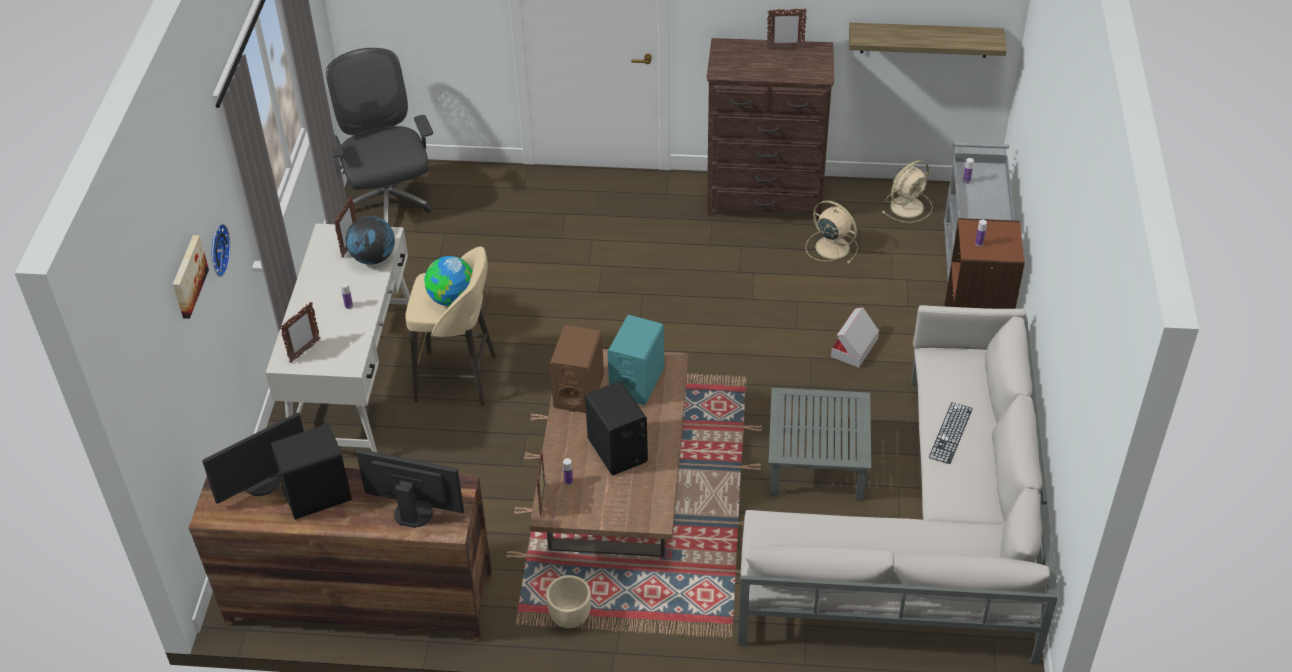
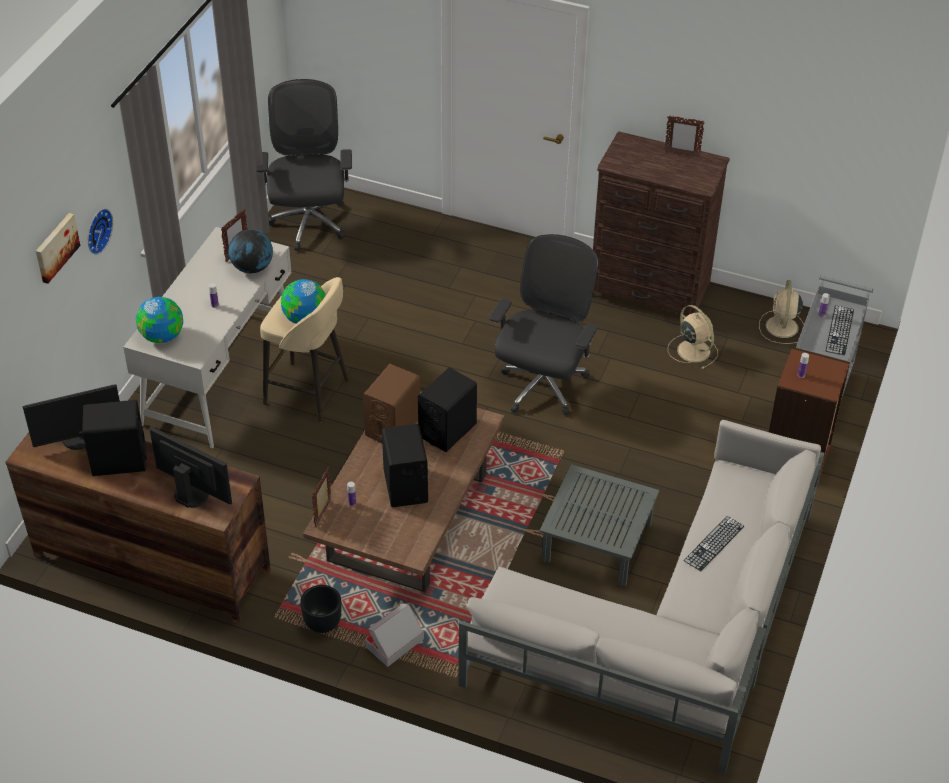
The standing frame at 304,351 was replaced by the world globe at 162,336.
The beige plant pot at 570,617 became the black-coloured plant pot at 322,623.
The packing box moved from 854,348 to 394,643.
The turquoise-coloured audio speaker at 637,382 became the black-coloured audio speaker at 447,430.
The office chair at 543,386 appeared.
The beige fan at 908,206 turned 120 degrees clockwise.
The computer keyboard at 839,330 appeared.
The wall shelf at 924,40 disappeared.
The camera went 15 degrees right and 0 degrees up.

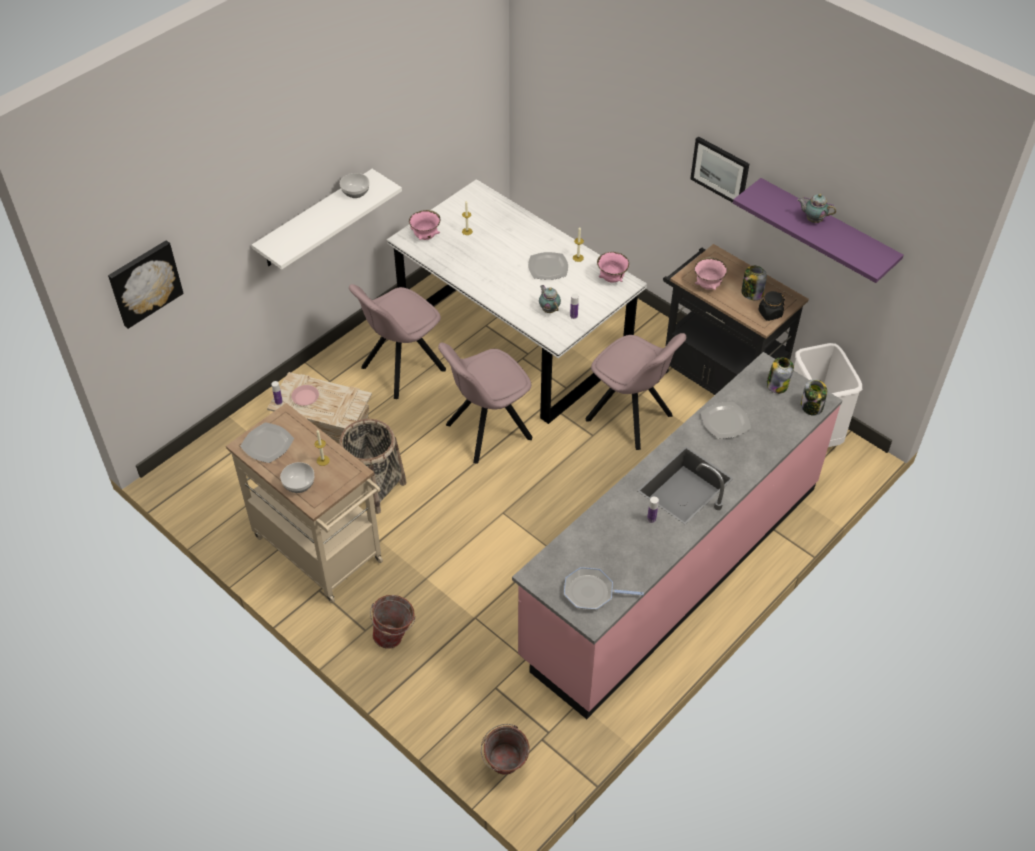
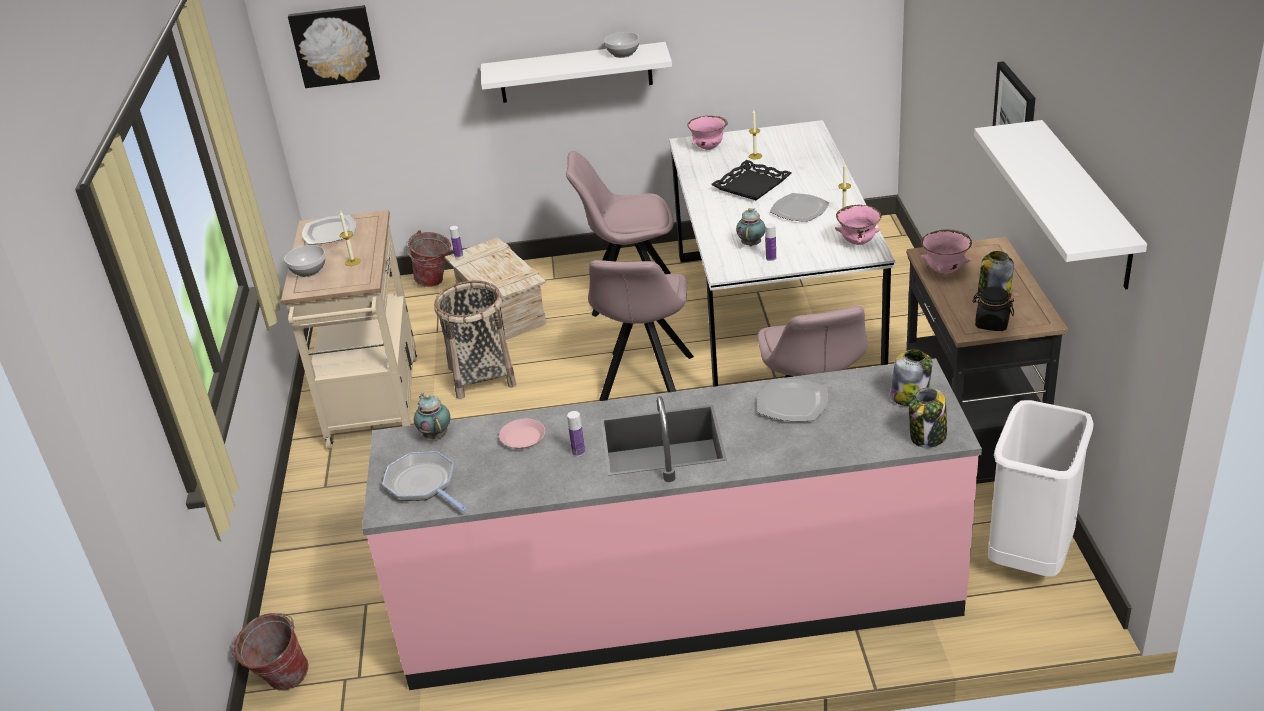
The water bucket moved from 395,636 to 435,282.
The teapot moved from 812,219 to 435,434.
The pink-coloured plate moved from 305,397 to 522,437.
The pink-coloured plain chair at 487,431 turned 90 degrees counterclockwise.
The black-coloured tray at 752,185 appeared.
The purple wall shelf at 826,230 became the white wall shelf at 1087,204.
The camera went 45 degrees right and 15 degrees down.

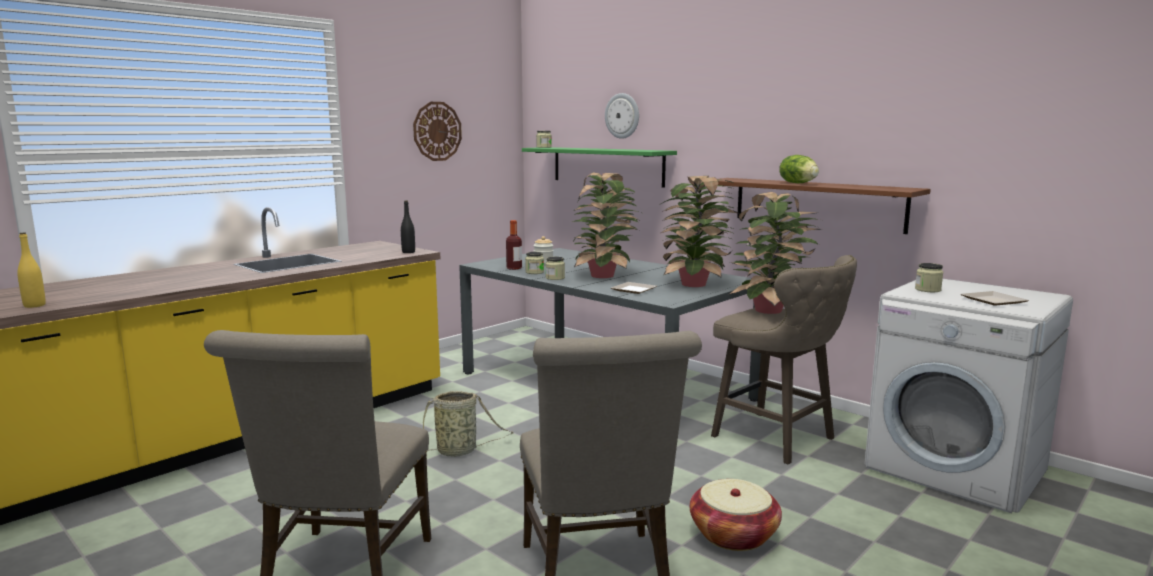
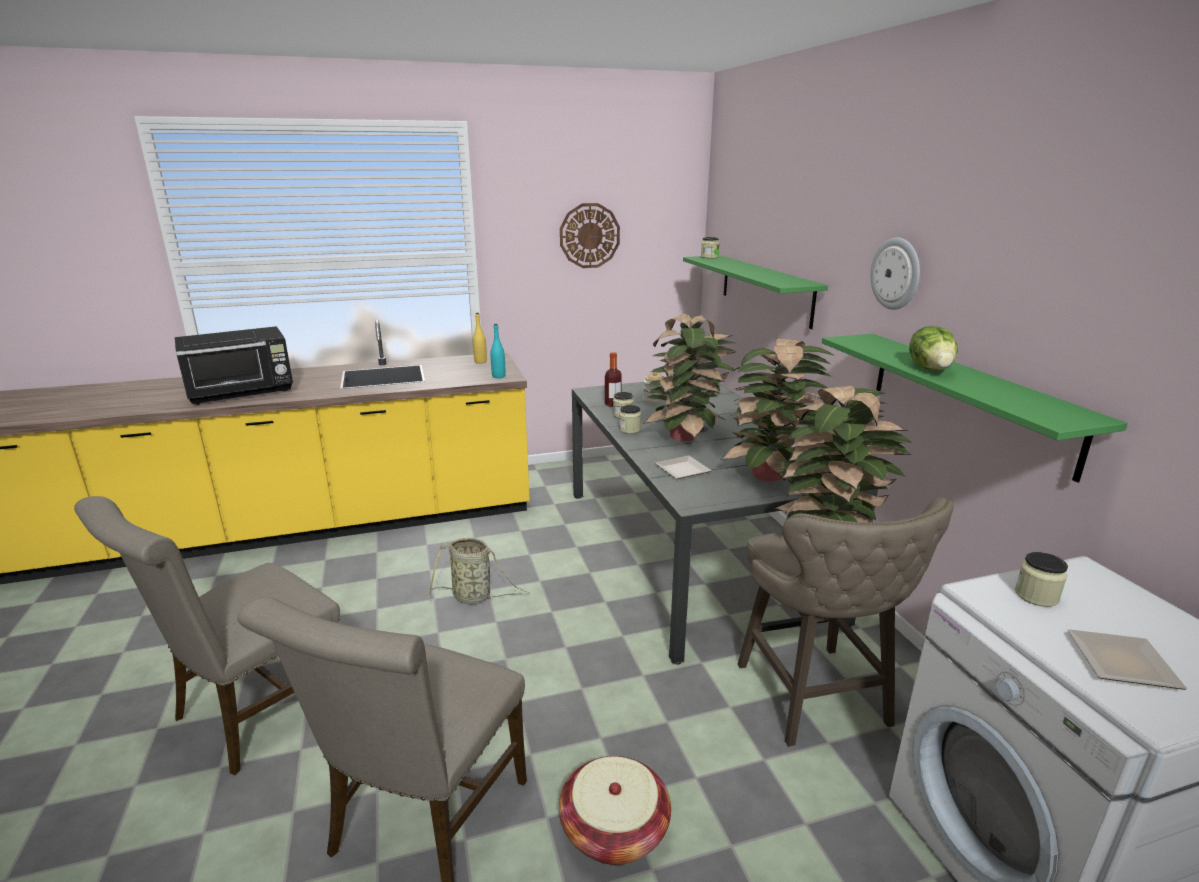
The black-coloured microwave oven at 242,392 appeared.
The yellow bottle moved from 34,305 to 480,362.
The black-coloured bottle at 408,252 became the turquoise-coloured bottle at 498,376.
The brown wall shelf at 817,204 became the green-coloured wall shelf at 968,399.
The wall clock moved from 622,116 to 896,273.
The camera went 30 degrees right and 10 degrees up.

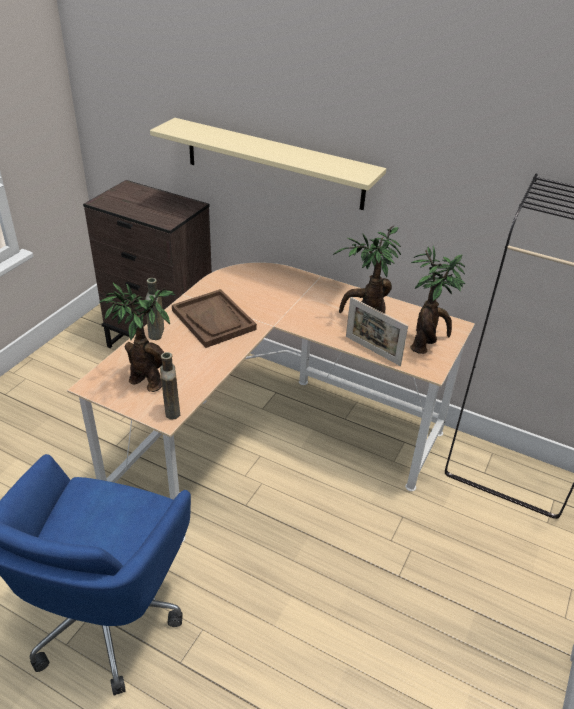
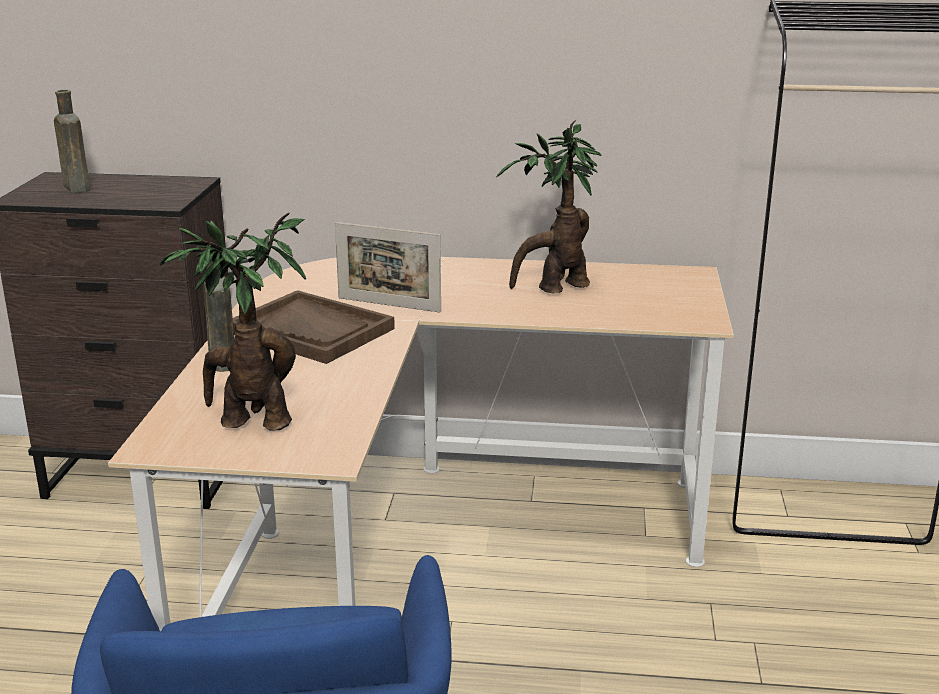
The brown bottle moved from 172,409 to 76,187.
The standing frame moved from 372,351 to 389,305.
The beige wall shelf at 273,163 disappeared.
The plant in a pot at 427,344 disappeared.
The camera went 20 degrees left and 15 degrees down.

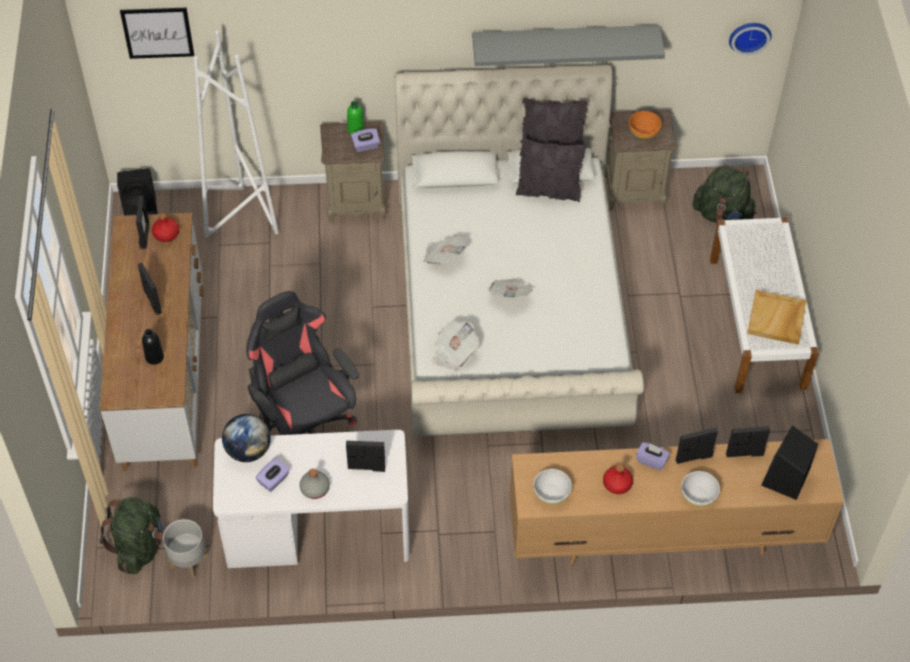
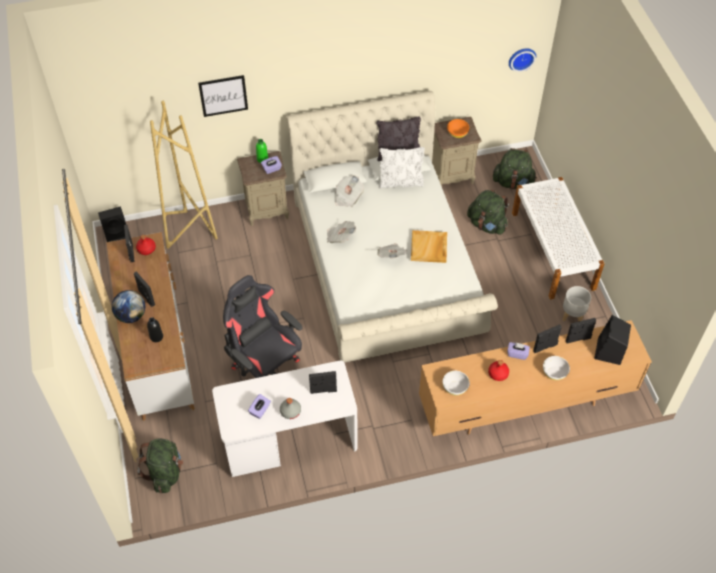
The world globe moved from 248,450 to 131,315.
The white clothes rack at 242,219 became the yellow clothes rack at 190,232.
The picture moved from 157,32 to 223,95.
The printed paper moved from 454,353 to 348,197.
The black-coloured pillow at 549,191 became the white pillow at 401,182.
The beige tray moved from 776,319 to 429,248.
The green-coloured knapsack at 487,225 appeared.
The grey plant pot moved from 189,562 to 573,315.
The grey wall shelf at 565,40 disappeared.
The camera went 10 degrees left and 0 degrees up.

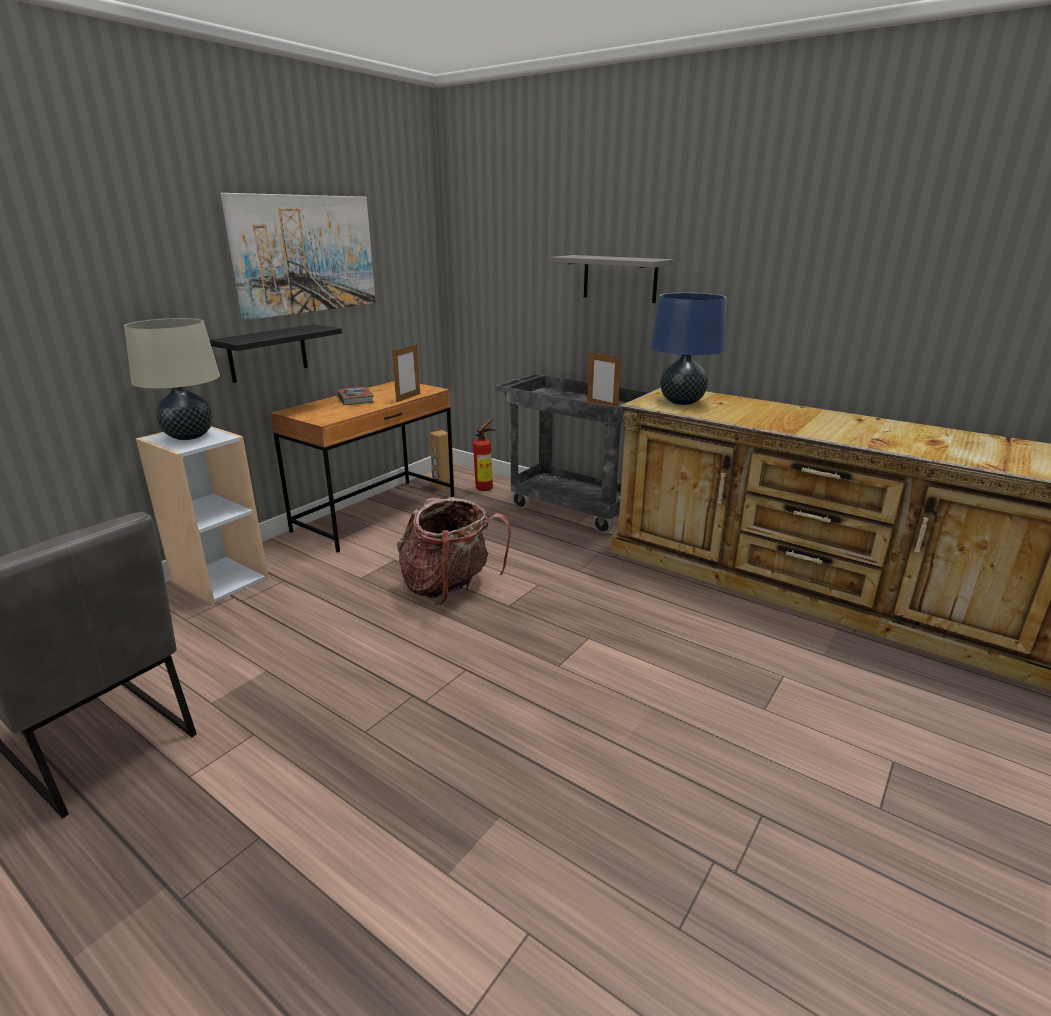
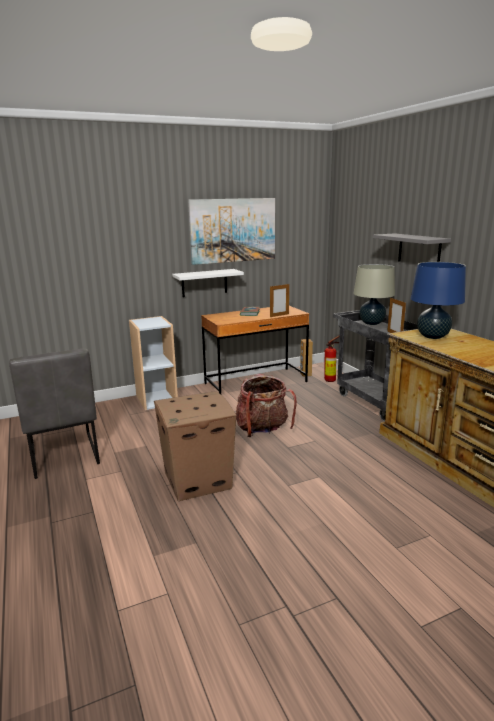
The packing box at 198,480 appeared.
The black-coloured wall shelf at 268,353 became the white wall shelf at 204,283.
The beige lamp for a table moved from 189,436 to 371,323.
The camera went 30 degrees right and 5 degrees down.

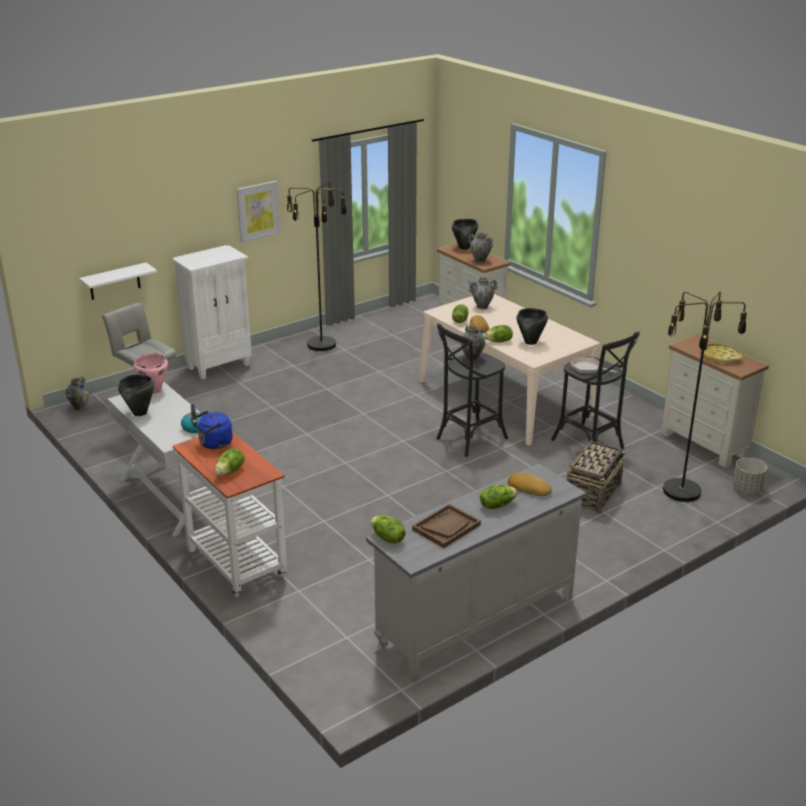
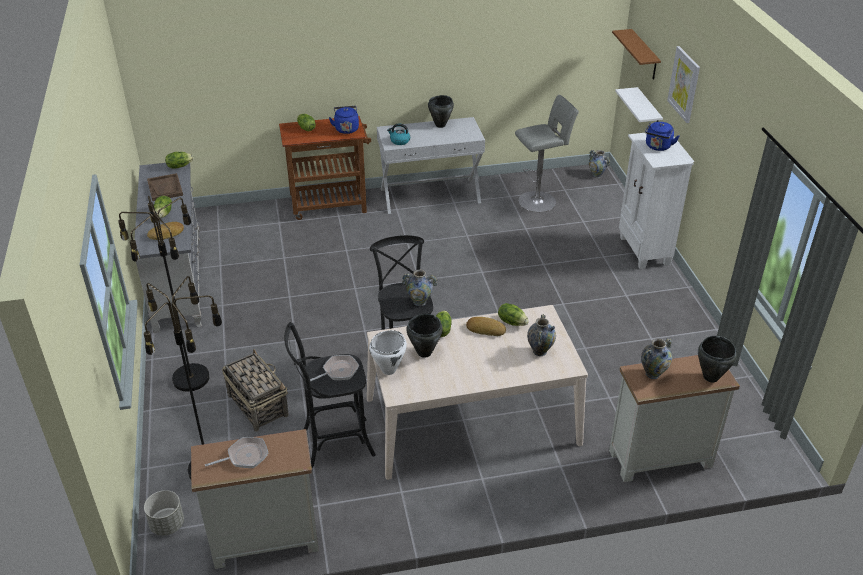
The standing lamp moved from 321,345 to 190,378.
The yellow tray at 720,356 was replaced by the skillet at 245,456.
The white cart at 235,563 became the brown cart at 330,205.
The white saucepot at 389,370 appeared.
The brown wall shelf at 644,55 appeared.
The blue-coloured water kettle at 658,147 appeared.
The picture moved from 258,211 to 684,84.
The pink-coloured saucepot at 153,391 disappeared.
The camera went 115 degrees right and 10 degrees up.

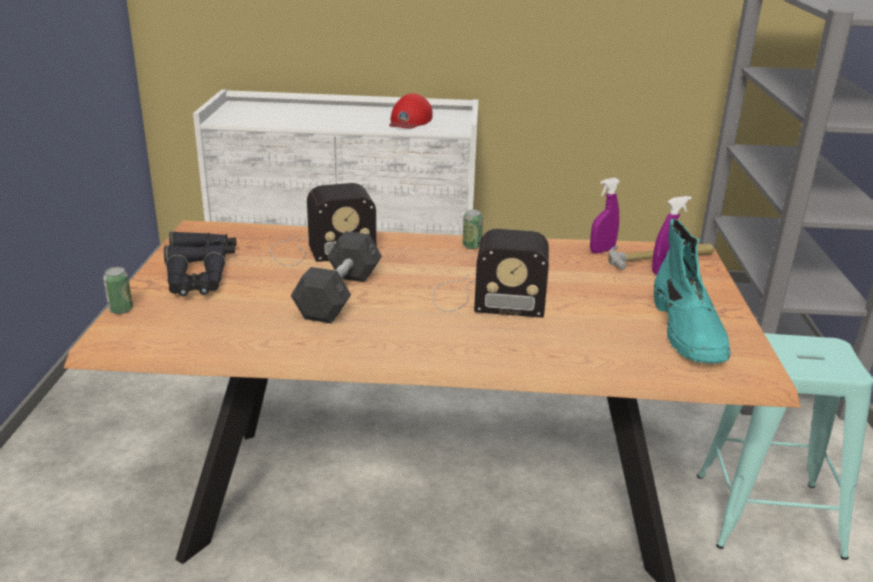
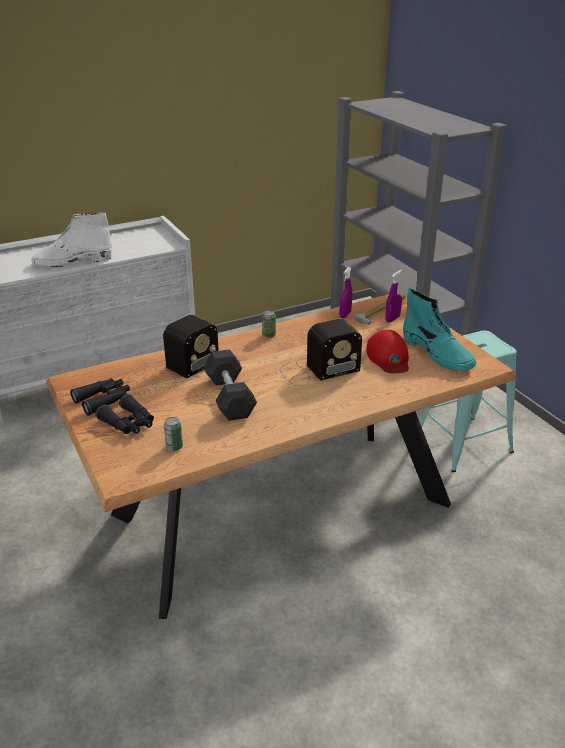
The white tall boot at 72,262 appeared.
The metal can moved from 121,310 to 174,447.
The red cap moved from 409,121 to 388,358.
The camera went 30 degrees left and 5 degrees up.

